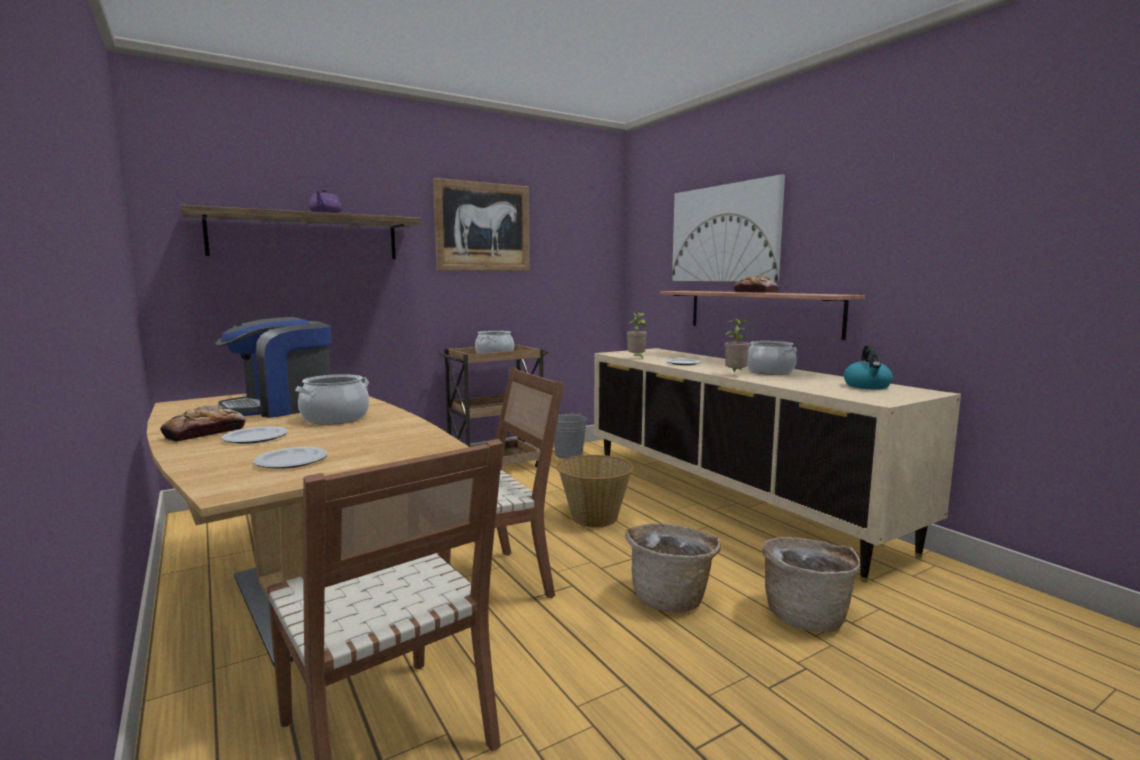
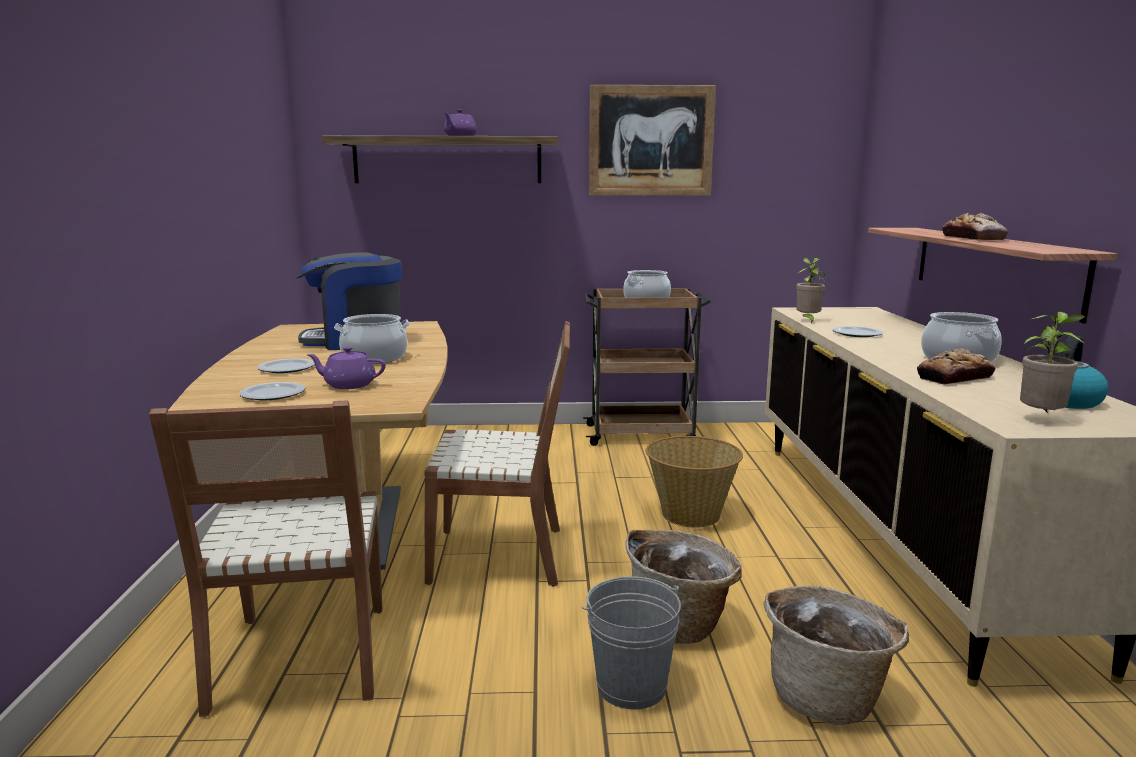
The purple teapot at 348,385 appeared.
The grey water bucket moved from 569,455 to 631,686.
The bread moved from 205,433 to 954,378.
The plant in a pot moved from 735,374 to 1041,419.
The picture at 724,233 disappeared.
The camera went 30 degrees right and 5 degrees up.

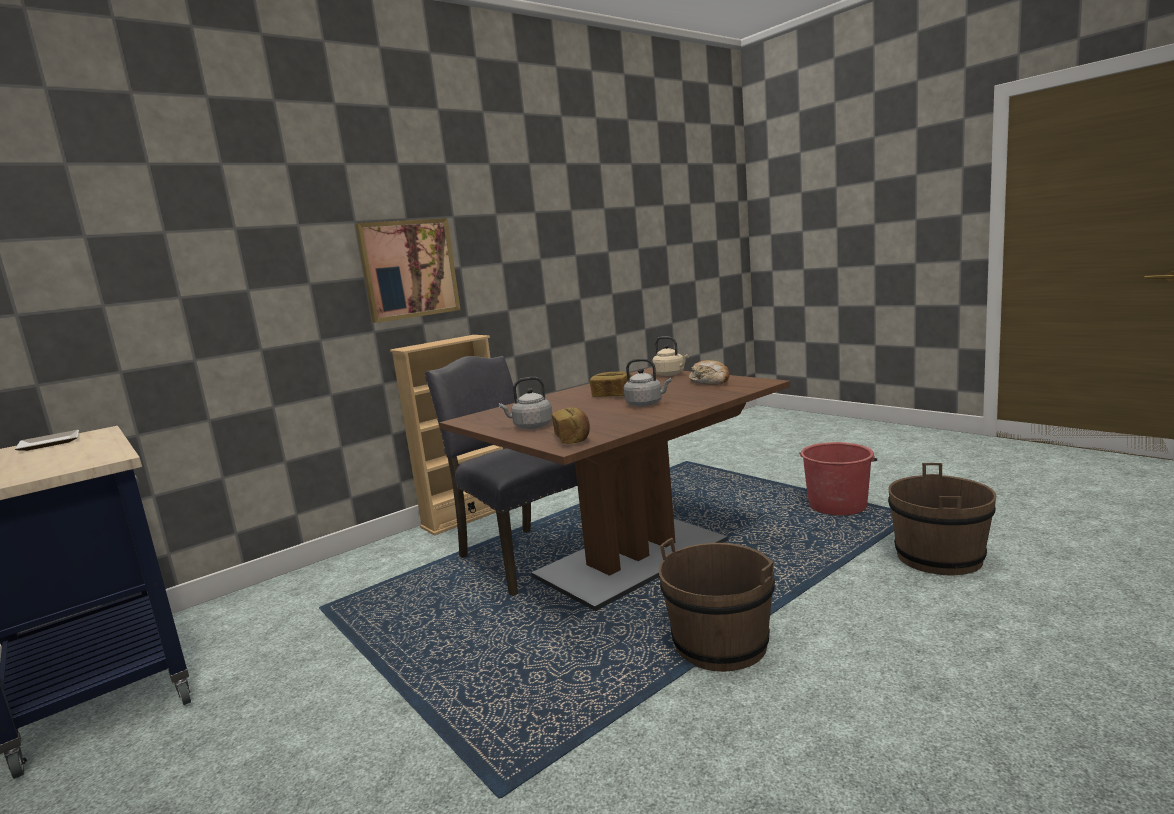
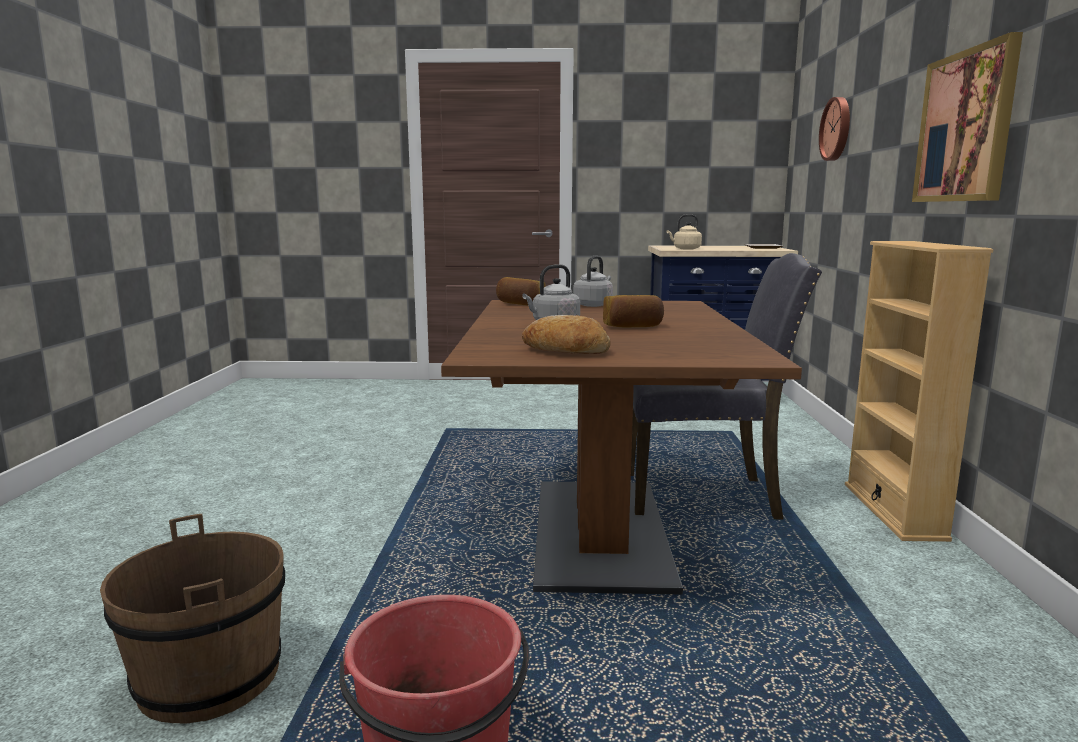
The beige water kettle moved from 670,374 to 685,249.
The wall clock at 837,129 appeared.
The brown water bucket at 720,644 disappeared.
The camera went 130 degrees right and 0 degrees up.

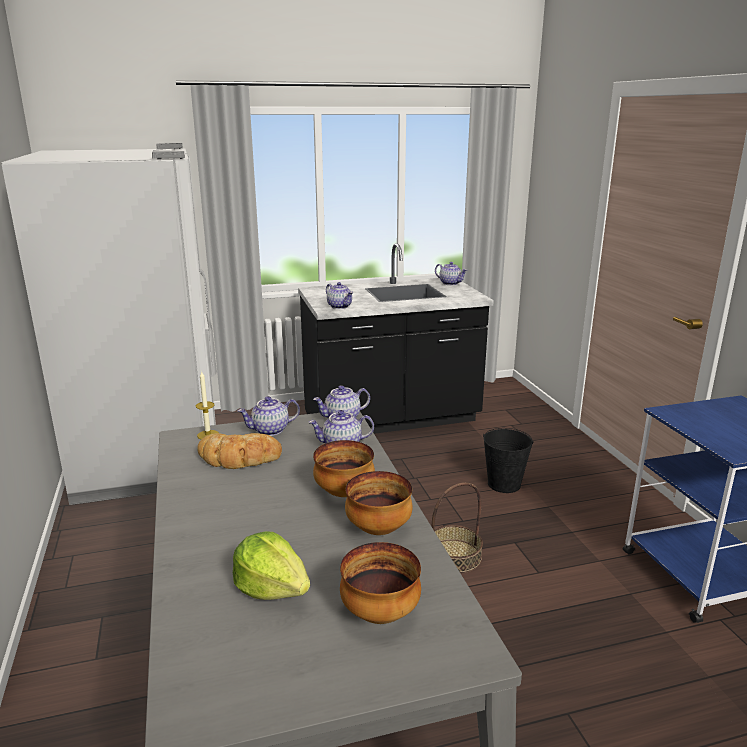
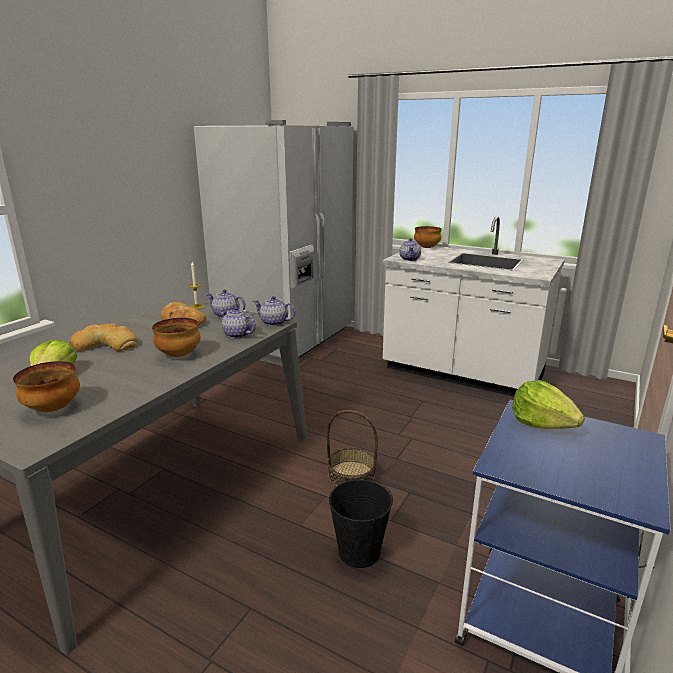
The bread at 106,344 appeared.
The black-coloured water bucket moved from 504,484 to 359,551.
The black-coloured counter at 391,418 became the white counter at 462,373.
The serving bowl moved from 379,529 to 427,248.
The lettuce at 542,423 appeared.
The teapot at 450,283 disappeared.
The camera went 45 degrees right and 0 degrees up.

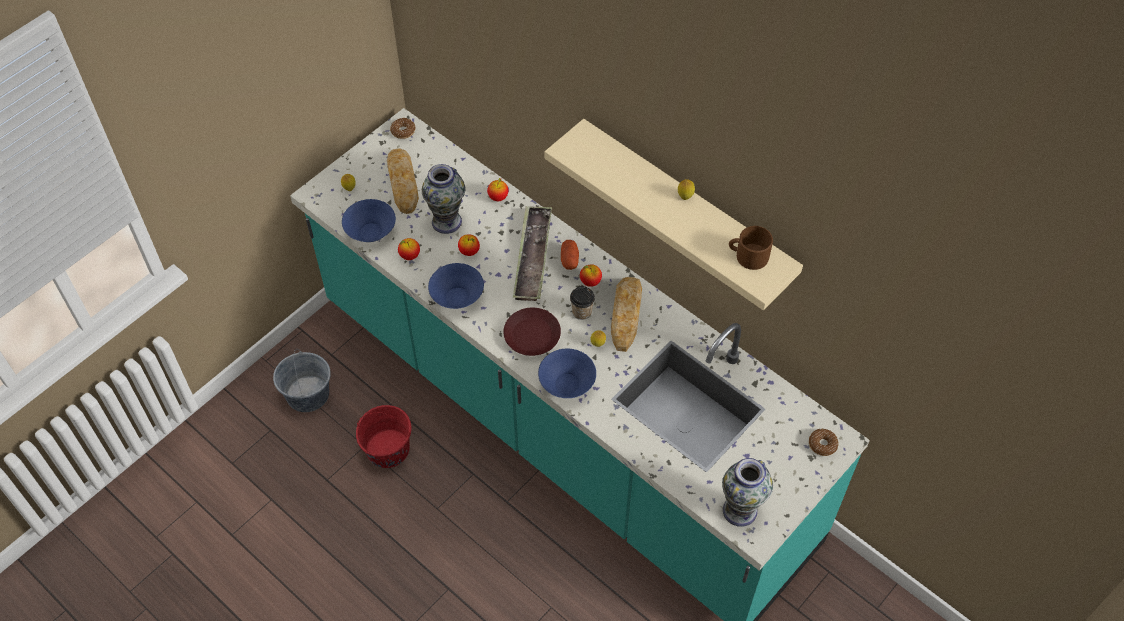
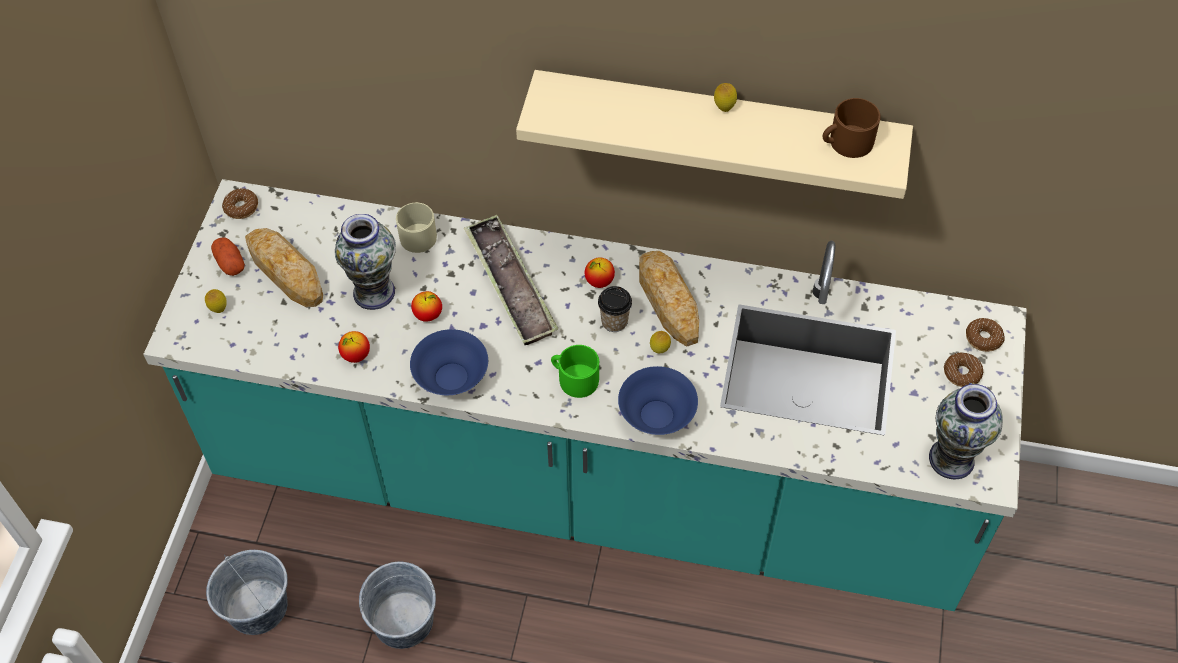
The spud moved from 569,260 to 230,263.
The red water bucket at 387,449 became the grey water bucket at 402,620.
The apple fruit at 498,197 was replaced by the beige mug at 418,234.
The brown plate at 531,335 was replaced by the green-coloured mug at 574,378.
The donut at 962,373 appeared.
The blue-coloured serving bowl at 371,232 disappeared.
The camera went 30 degrees left and 0 degrees up.

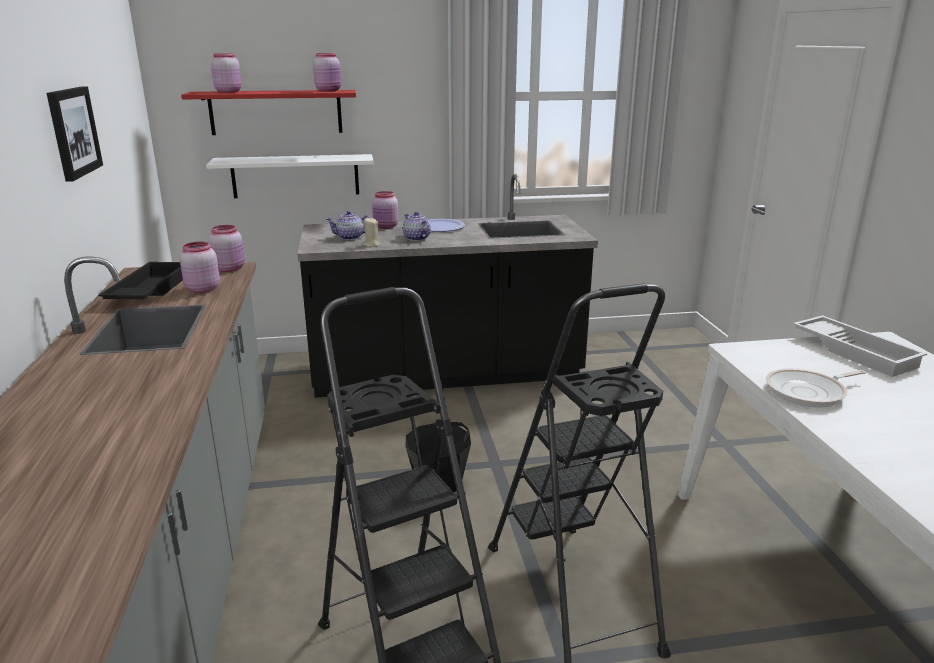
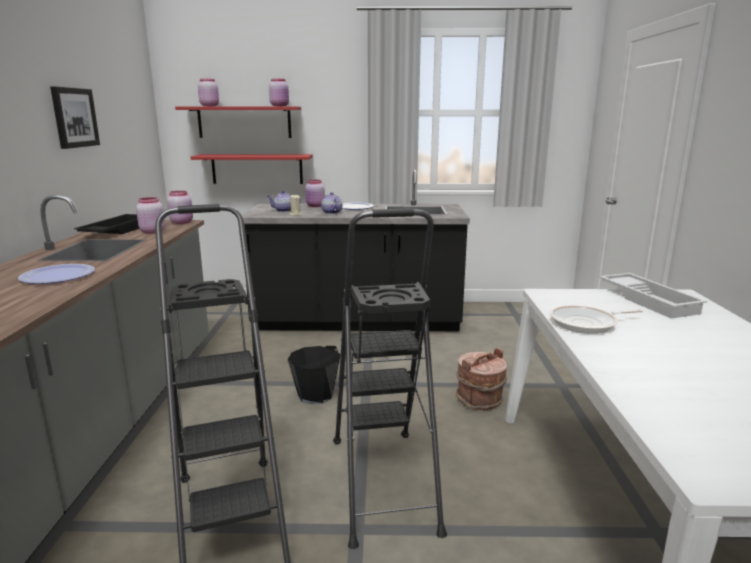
The plate at 58,276 appeared.
The white wall shelf at 295,176 became the red wall shelf at 257,169.
The brown water bucket at 479,400 appeared.
The camera went 10 degrees right and 5 degrees down.

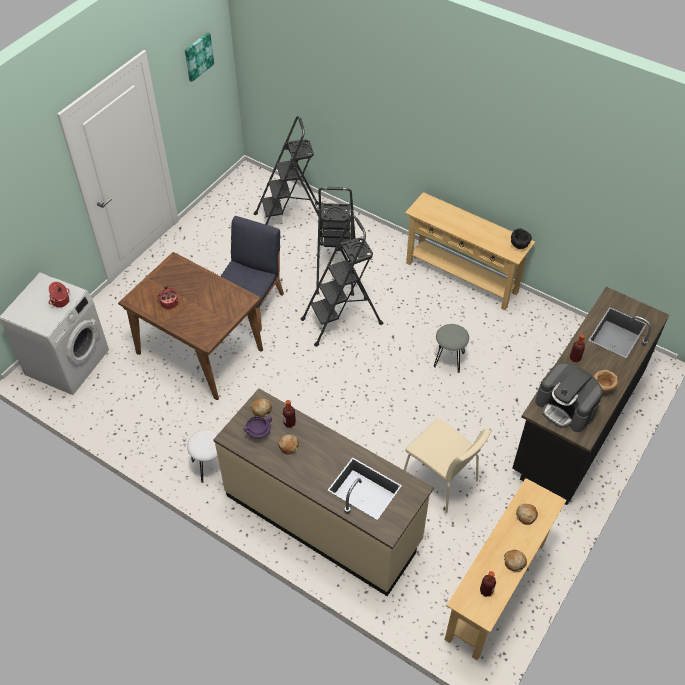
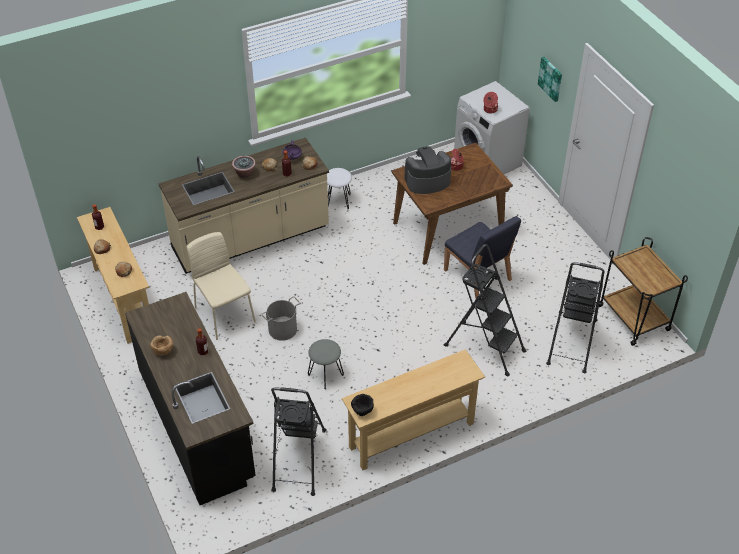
The beige plain chair at 441,481 turned 75 degrees clockwise.
The plant in a pot at 244,174 appeared.
The grey water bucket at 282,329 appeared.
The step stool moved from 343,320 to 299,460.
The coffee maker moved from 565,407 to 427,181.
The picture moved from 198,56 to 551,78.
The brown cart at 634,319 appeared.
The camera went 120 degrees right and 5 degrees down.

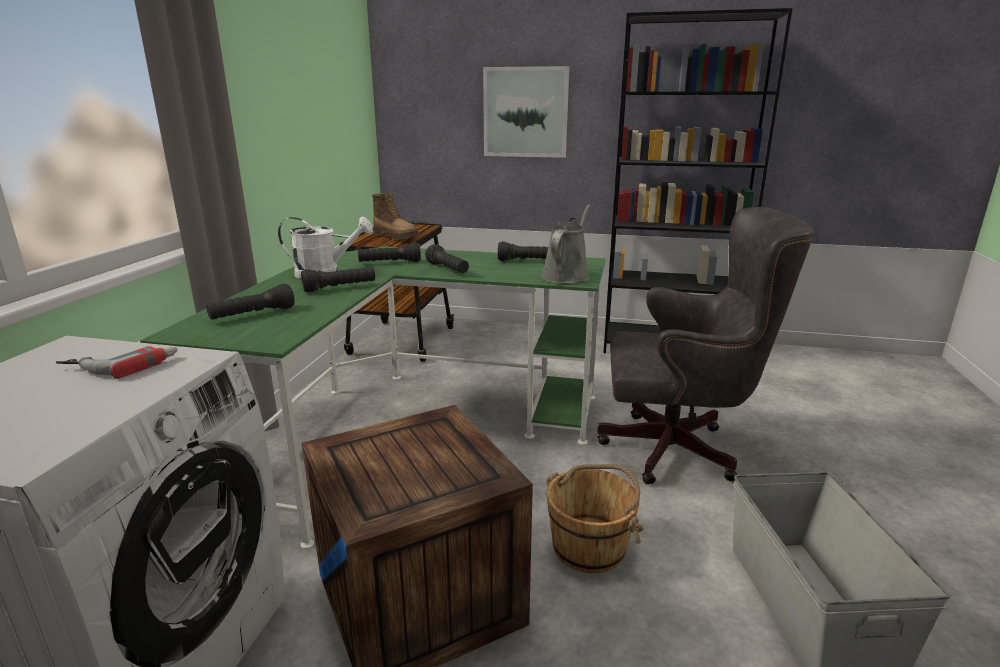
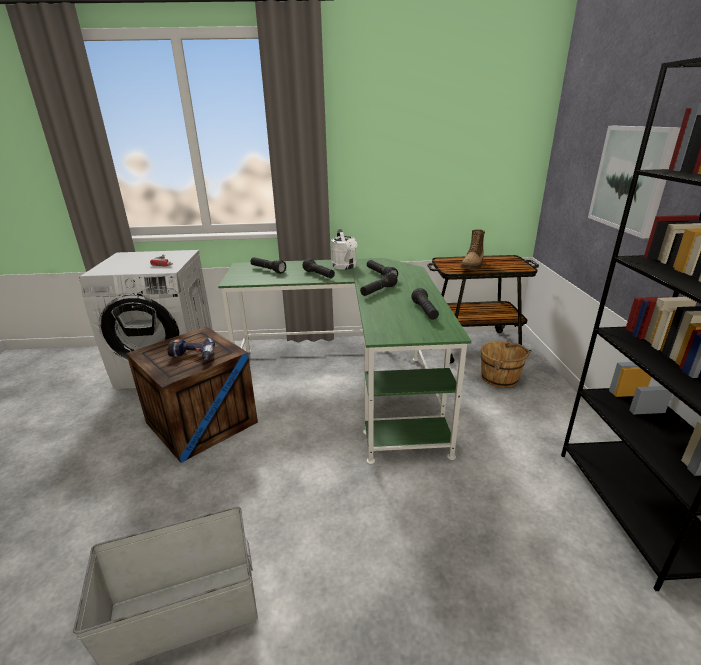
The electric drill at 192,357 appeared.
The brown water bucket moved from 590,546 to 500,378.
The grey sprinkling can at 566,276 disappeared.
The grey office chair at 678,450 disappeared.
The camera went 75 degrees right and 5 degrees up.

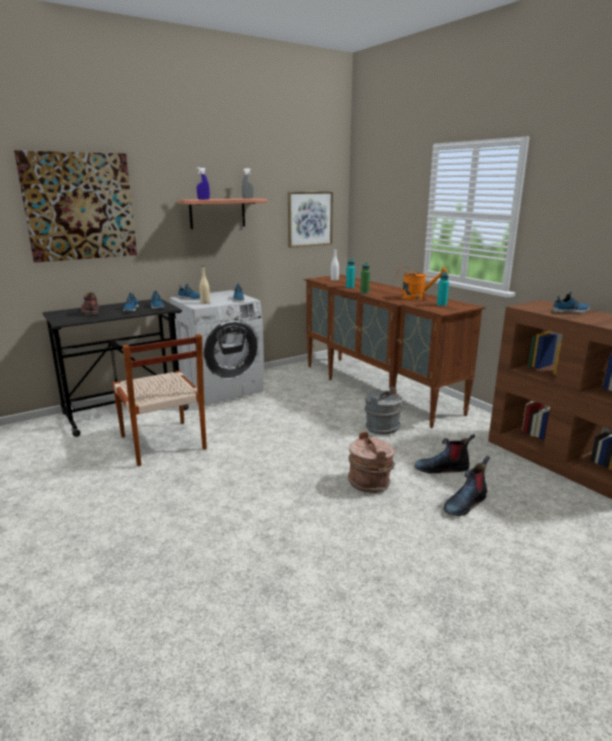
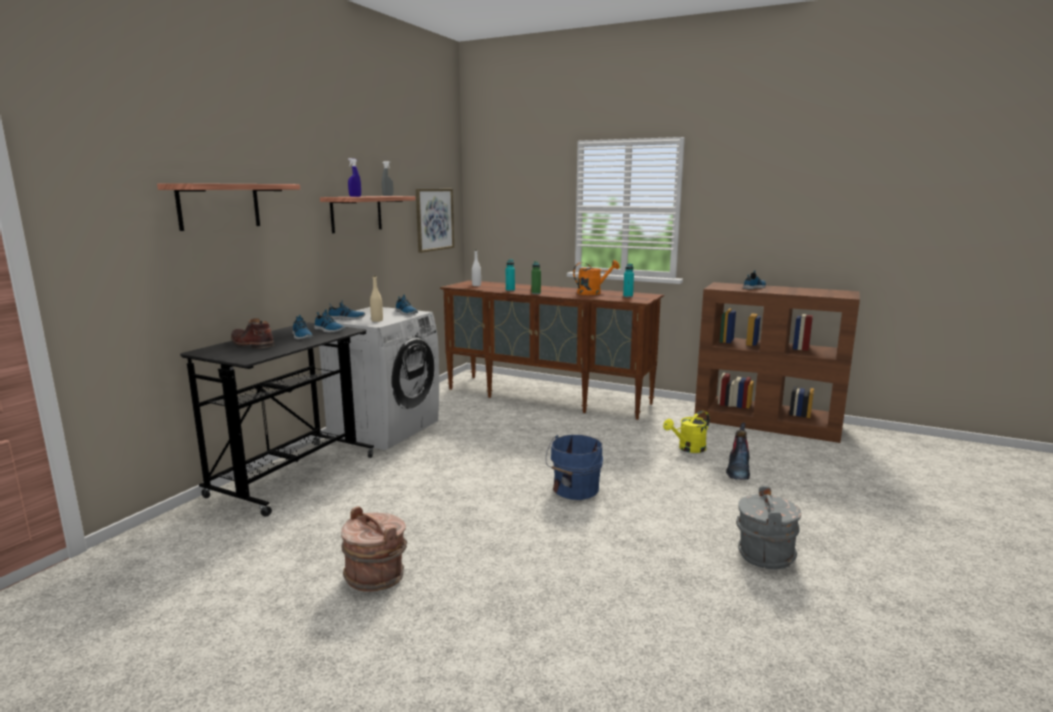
The picture at 80,206 was replaced by the wall shelf at 219,206.
The brown water bucket moved from 370,483 to 376,576.
The blue-coloured water bucket at 574,489 appeared.
The tall boot at 442,468 was replaced by the yellow sprinkling can at 688,449.
The grey water bucket moved from 382,428 to 764,555.
The plain chair at 163,444 disappeared.
The camera went 30 degrees left and 5 degrees down.

